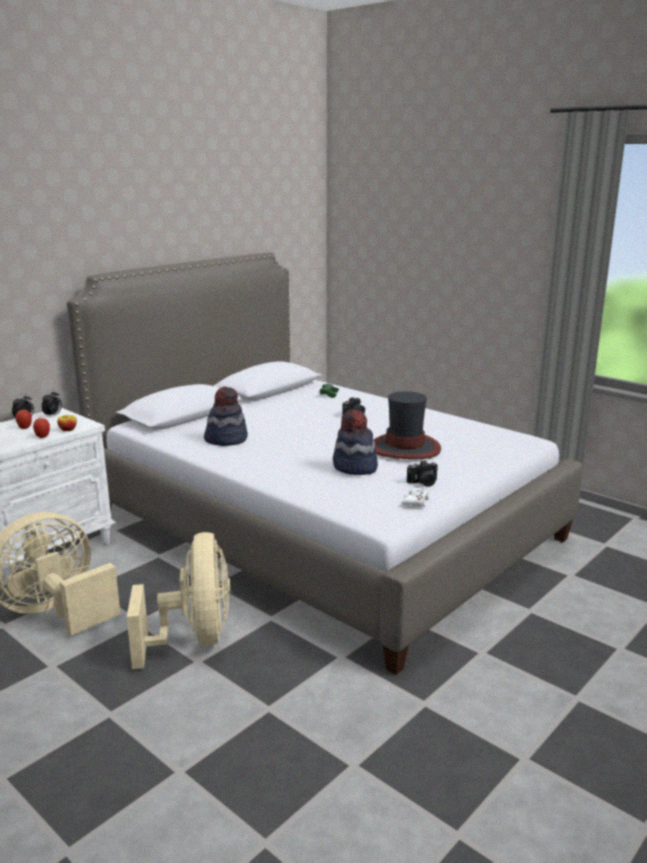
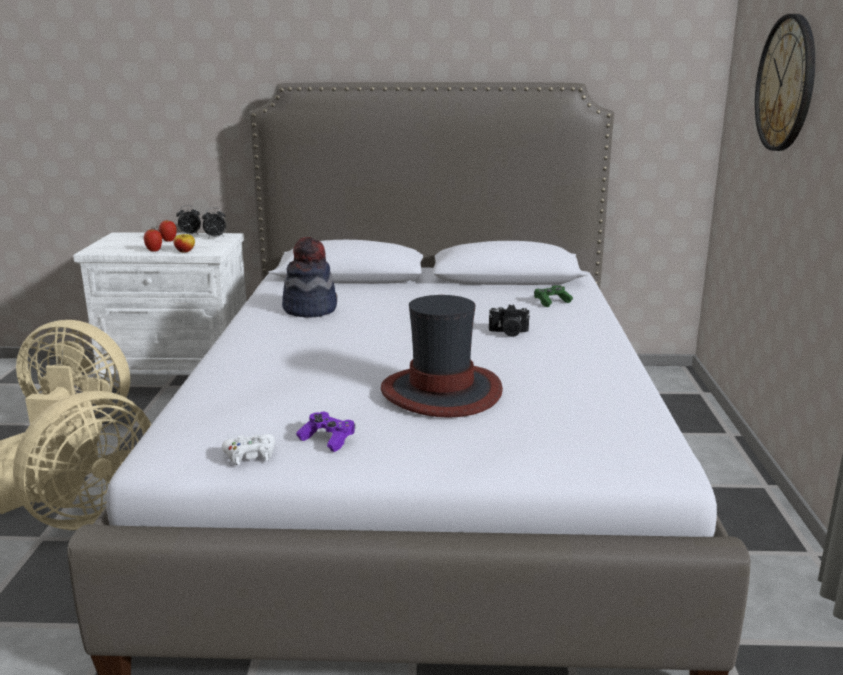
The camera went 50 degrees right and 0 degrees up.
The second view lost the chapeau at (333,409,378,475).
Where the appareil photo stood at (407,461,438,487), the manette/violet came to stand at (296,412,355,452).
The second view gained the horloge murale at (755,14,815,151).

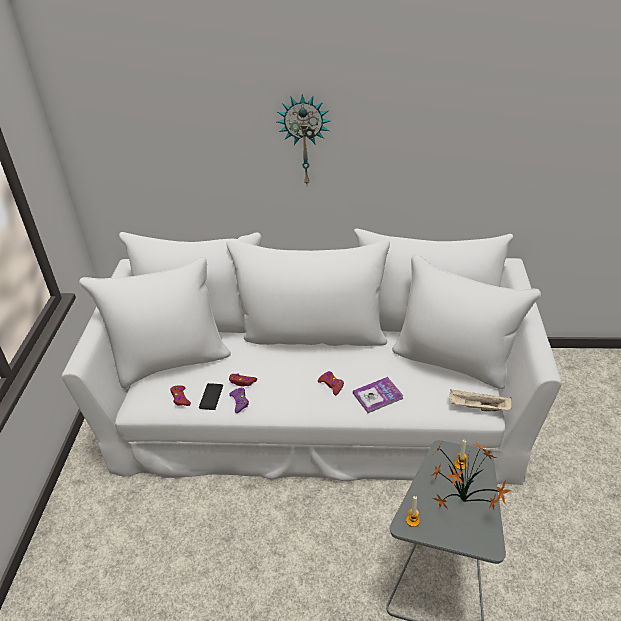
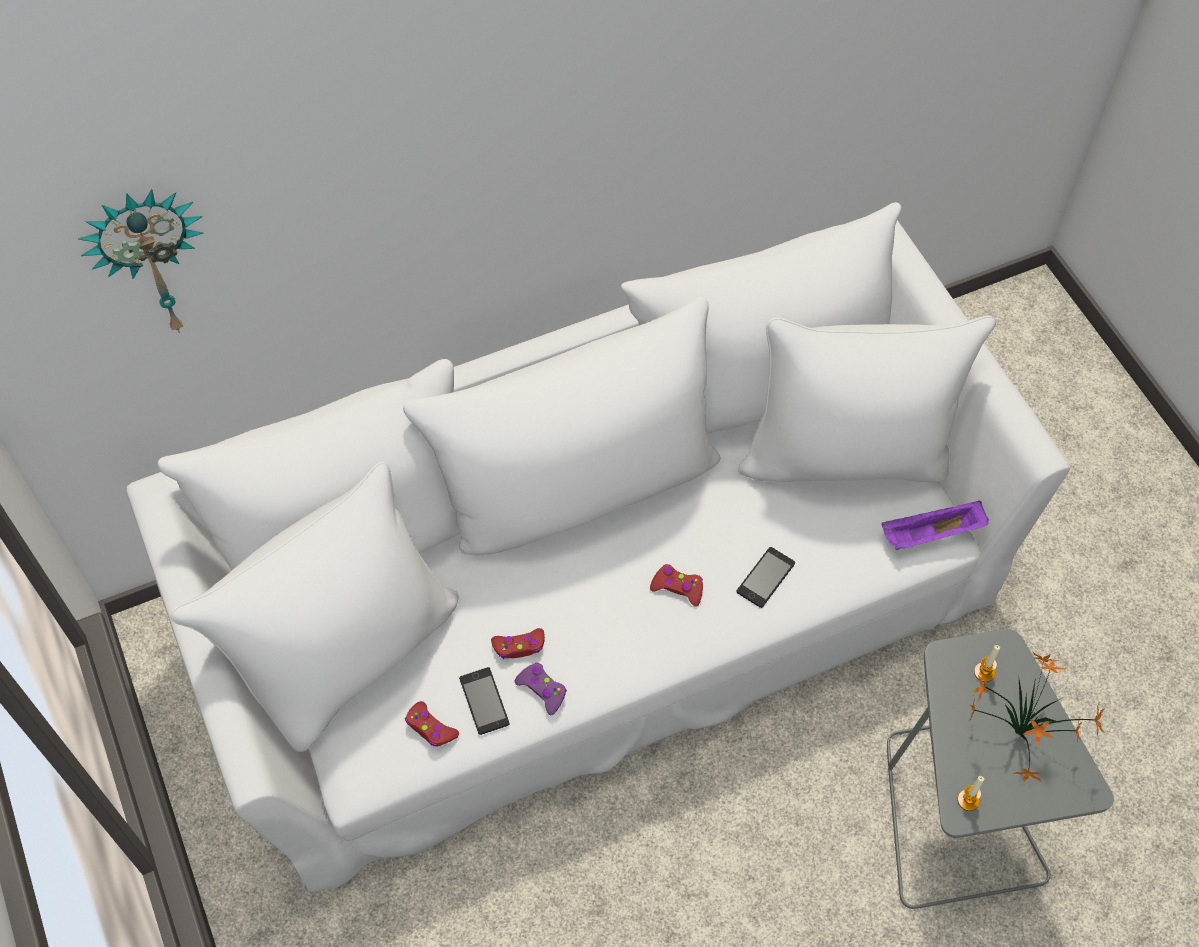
The camera went 30 degrees left and 20 degrees up.
The horloge murale ended up elsewhere, having gone from (277,94,330,184) to (78,189,203,333).
Where the livre stood at (353,377,403,413), the téléphone came to stand at (736,547,795,608).
What was the plateau/beige at (450,390,512,411) turned into the plateau/violet at (882,501,989,550).

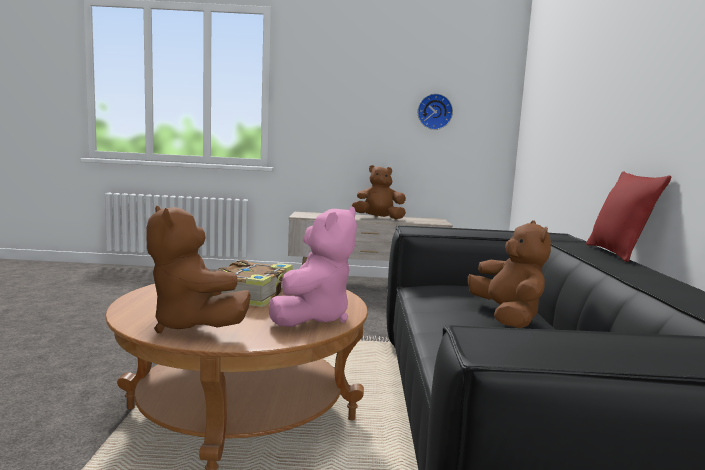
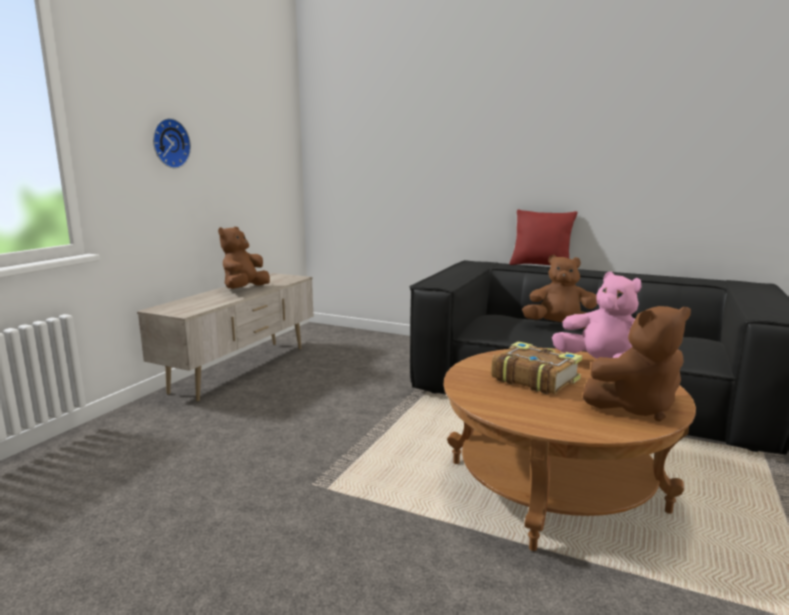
The camera went 65 degrees left and 5 degrees up.
The horloge murale ended up elsewhere, having gone from (418,93,453,130) to (153,118,191,168).

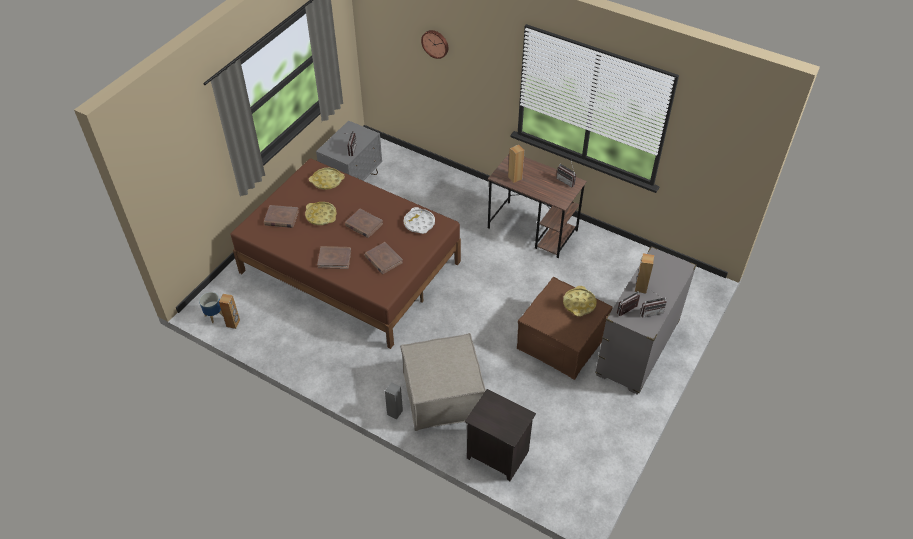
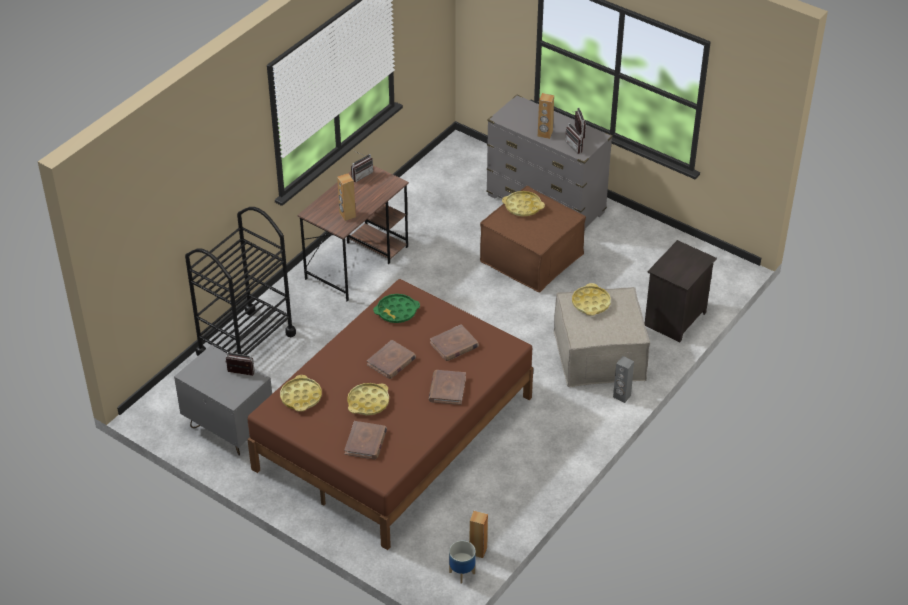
The camera went 85 degrees left and 5 degrees down.
What was the plateau/blanc at (404,207,435,234) turned into the plateau/vert at (373,294,420,323).
The second view lost the horloge murale at (421,30,448,59).
The second view gained the chariot/noir at (185,207,296,356).
The second view gained the plateau/jaune at (572,283,611,316).

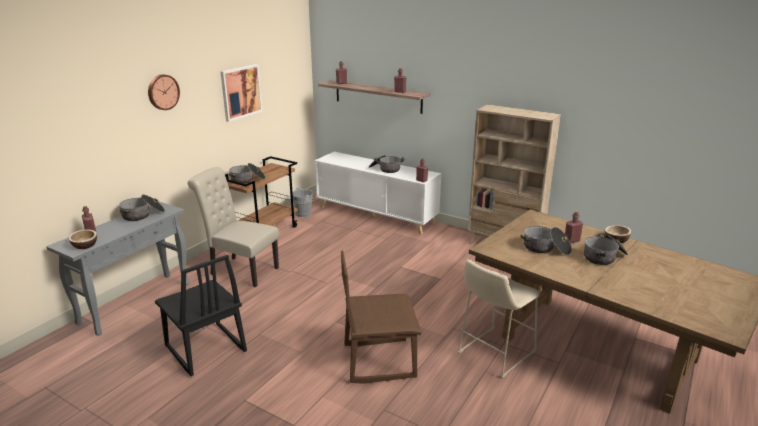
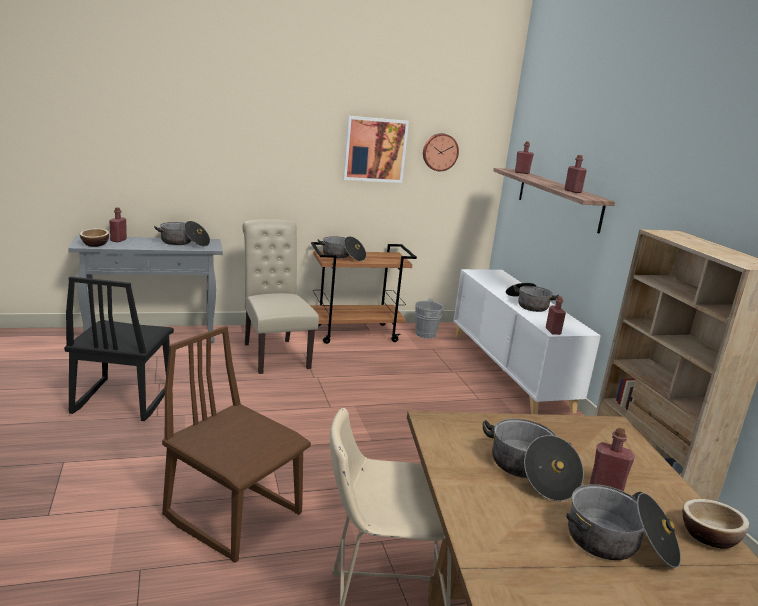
The camera went 40 degrees right and 5 degrees down.
The horloge murale ended up elsewhere, having gone from (148,74,180,110) to (423,133,459,171).

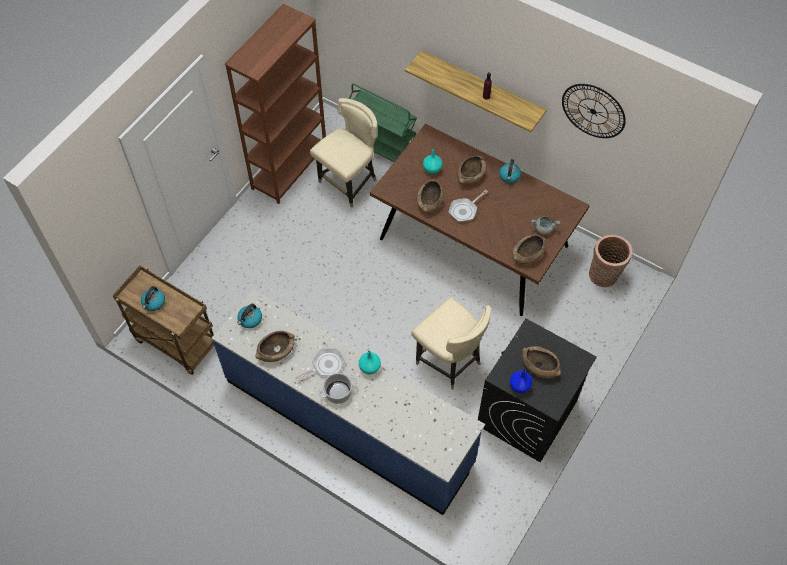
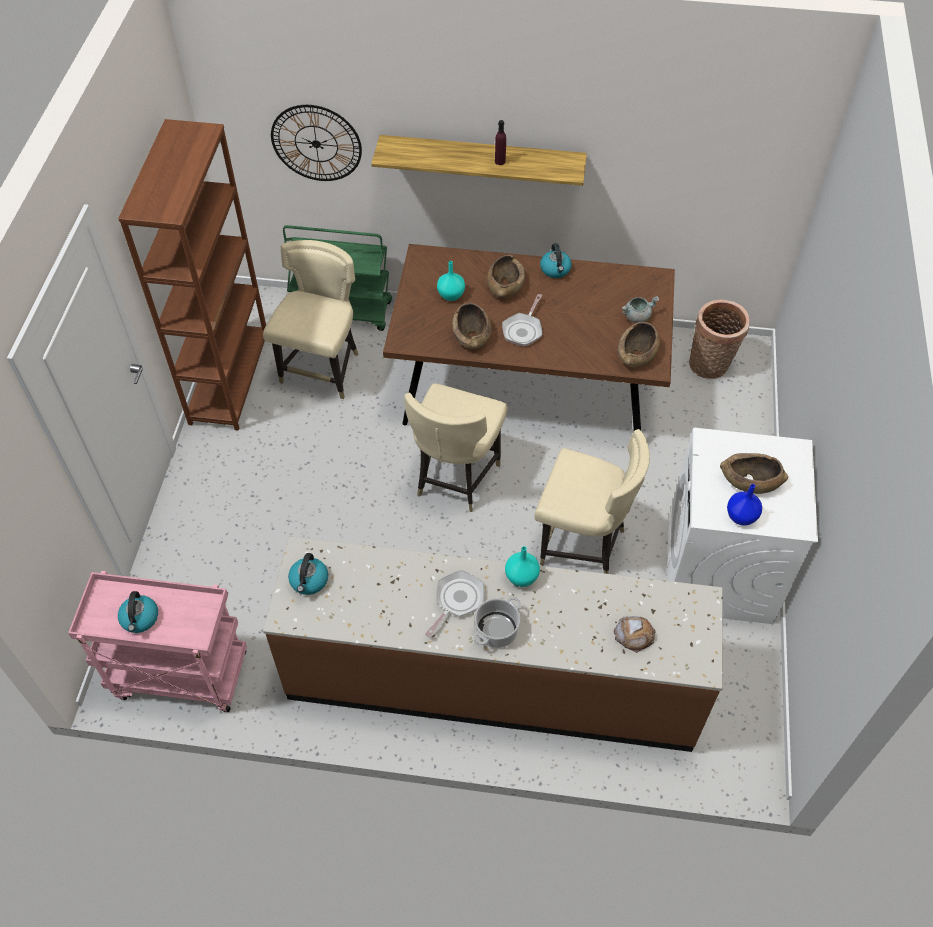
The camera went 25 degrees left and 5 degrees down.
What was the chariot/marron at (113,266,214,375) turned into the chariot/rose at (68,571,247,712).
What was the comptoir de cuisine/bleu at (212,289,485,515) turned into the comptoir de cuisine/marron at (263,536,723,752).
The second view lost the bol/marron at (255,331,295,362).
What was the lave-linge/noir at (478,319,597,463) turned into the lave-linge/blanc at (666,428,818,624).
The horloge murale ended up elsewhere, having gone from (562,84,626,138) to (271,105,362,181).
The second view gained the chaise/beige at (404,383,508,512).
The second view gained the pain at (614,616,656,653).

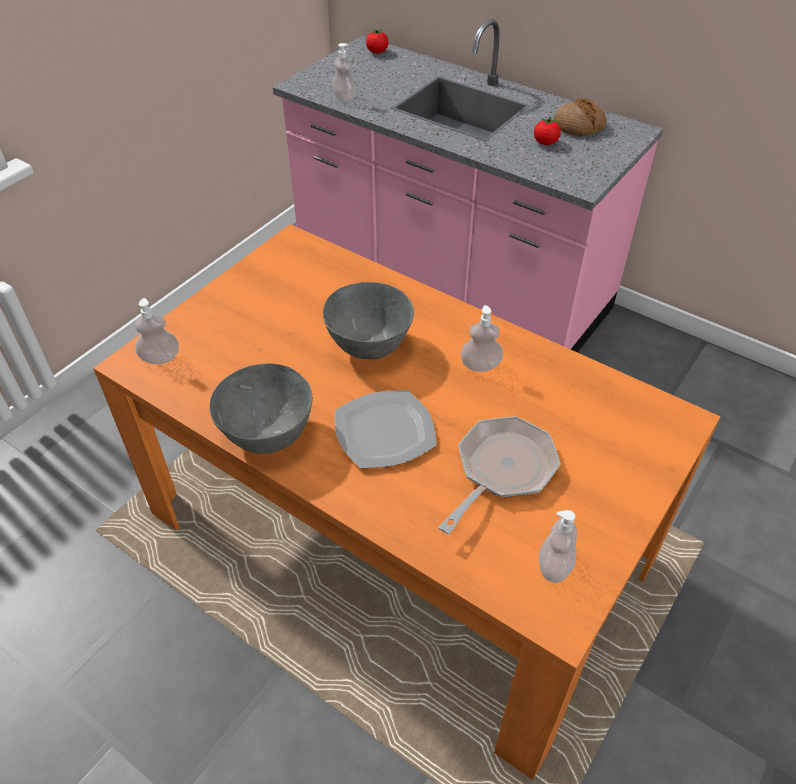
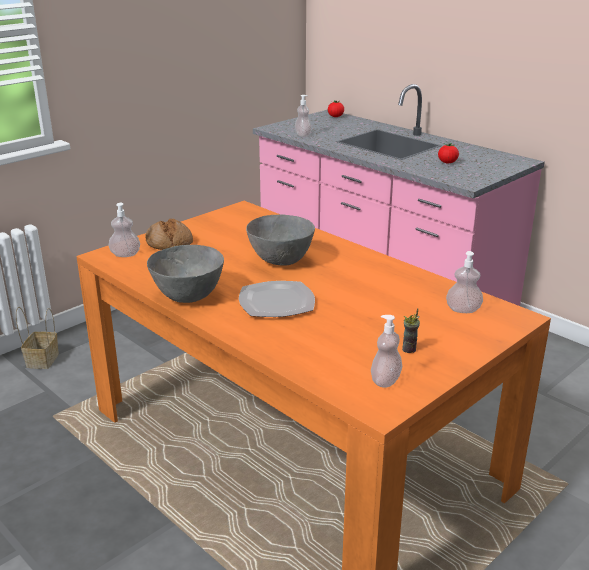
The camera went 10 degrees right and 20 degrees down.
The second view lost the poêle at (438,416,561,534).
The distributeur de savon ended up elsewhere, having gone from (461,305,503,372) to (446,251,483,313).
The pain ended up elsewhere, having gone from (554,98,607,136) to (145,219,193,250).
The second view gained the panier at (16,307,59,369).
The second view gained the tasse at (402,308,420,353).

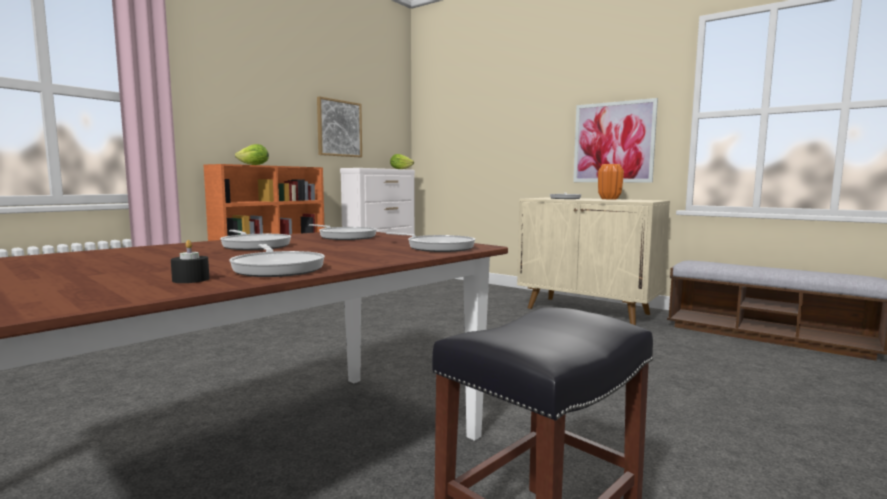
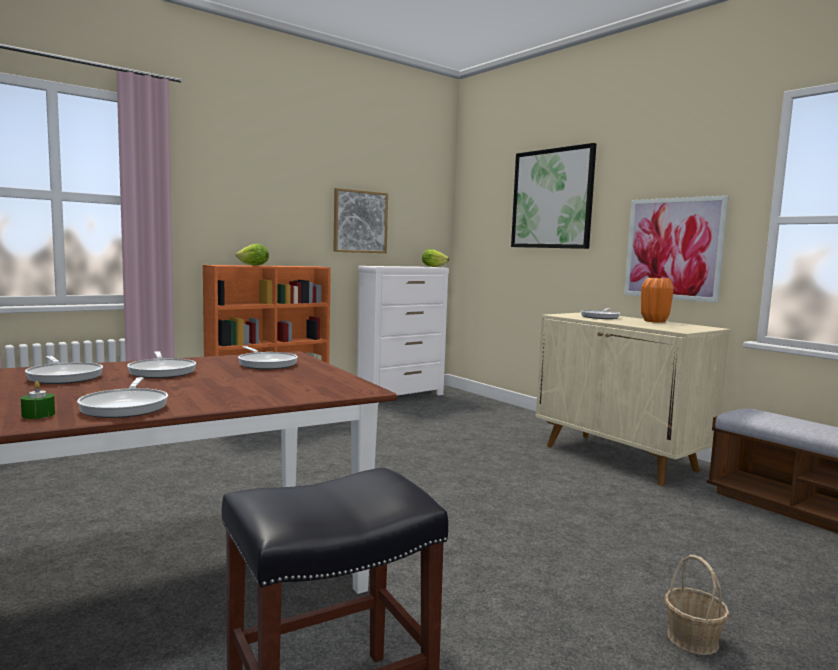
The camera went 15 degrees right and 0 degrees up.
What was the bougie/noir at (171,240,209,283) turned into the bougie/vert at (21,381,55,419).
The poêle ended up elsewhere, having gone from (386,232,475,252) to (25,356,103,384).
The second view gained the tableau at (511,143,596,249).
The second view gained the panier at (664,555,730,655).

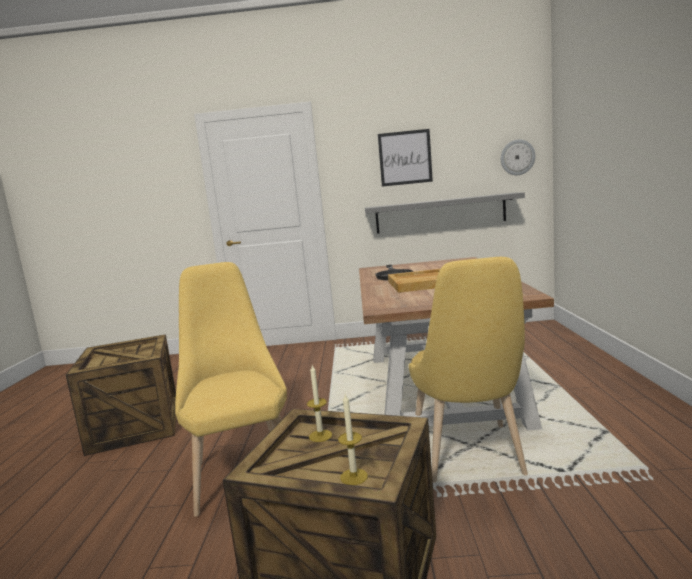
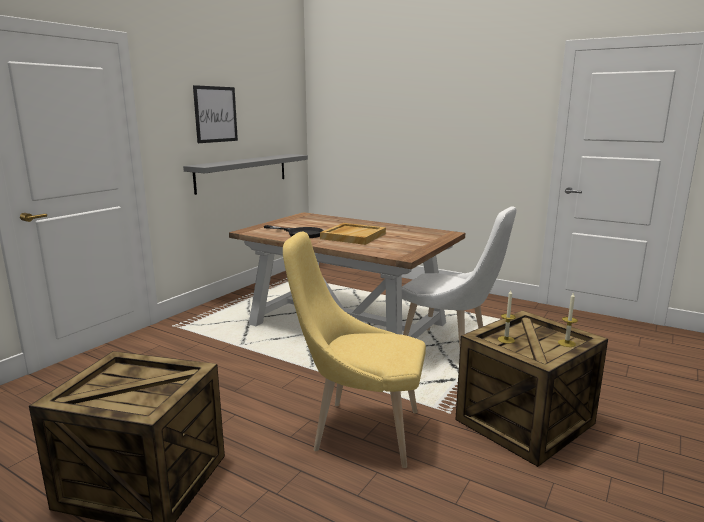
The camera went 60 degrees left and 5 degrees up.
What was the chaise/jaune at (409,257,528,483) turned into the chaise/blanc at (402,206,516,346).
The second view lost the horloge murale at (501,139,535,175).

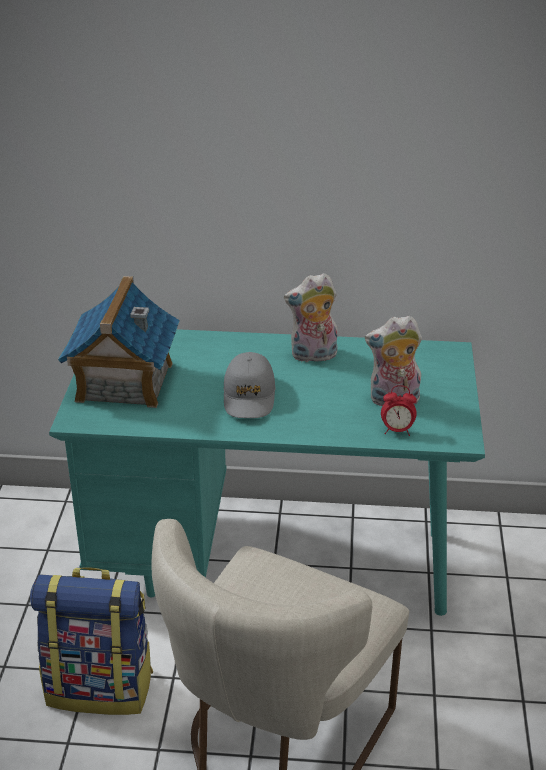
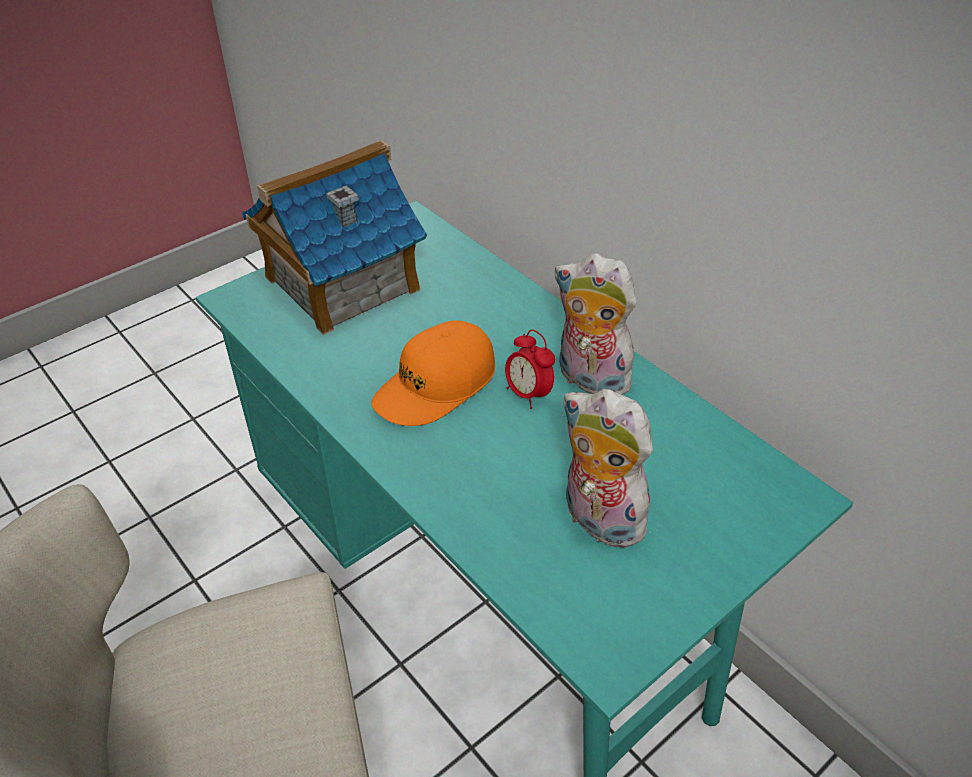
The camera went 45 degrees right and 10 degrees up.
The second view lost the sac à dos at (30,568,153,715).
What was the casquette/gris at (223,352,276,418) turned into the casquette/orange at (371,320,495,426).
The réveil ended up elsewhere, having gone from (381,385,417,436) to (505,330,555,409).

